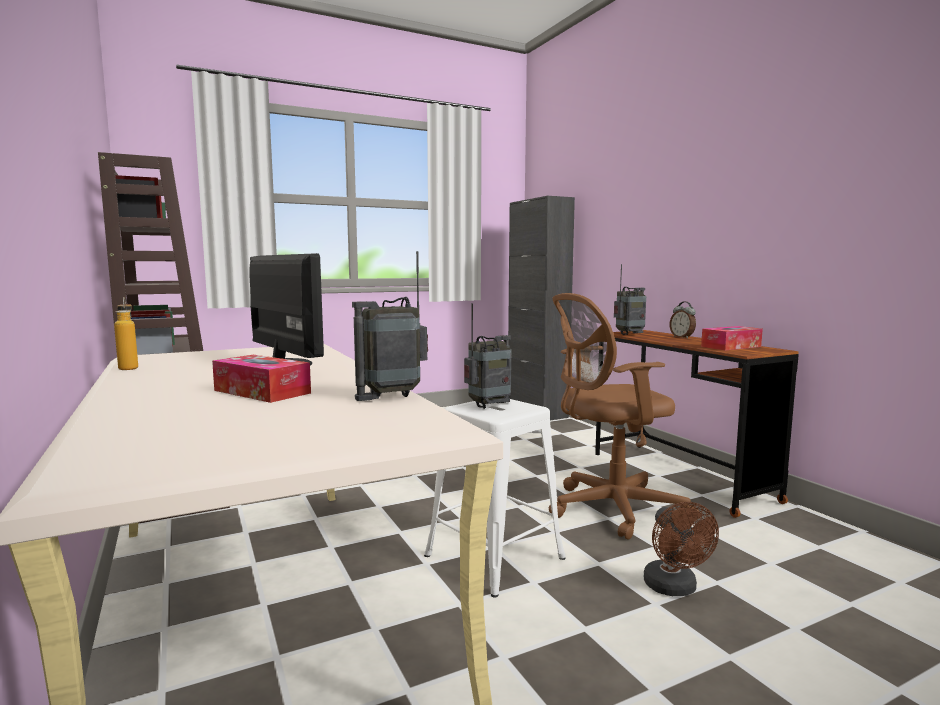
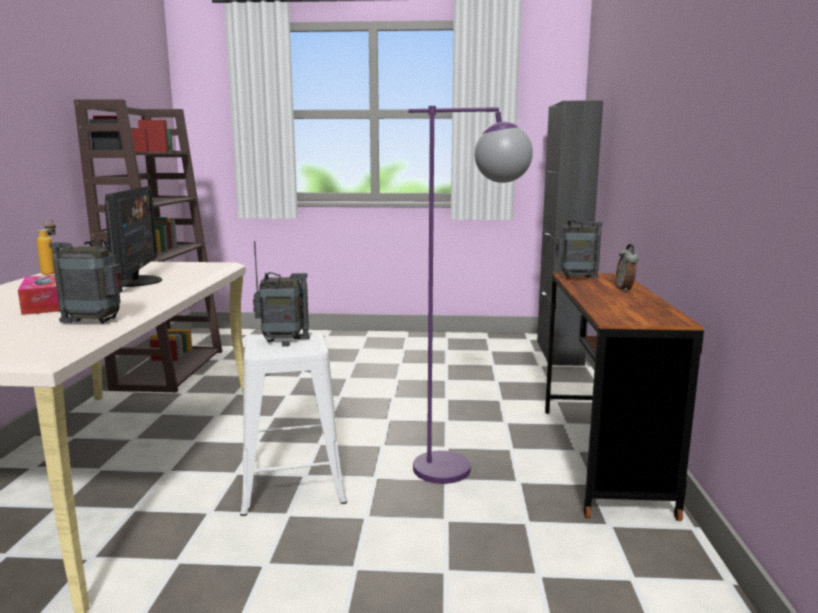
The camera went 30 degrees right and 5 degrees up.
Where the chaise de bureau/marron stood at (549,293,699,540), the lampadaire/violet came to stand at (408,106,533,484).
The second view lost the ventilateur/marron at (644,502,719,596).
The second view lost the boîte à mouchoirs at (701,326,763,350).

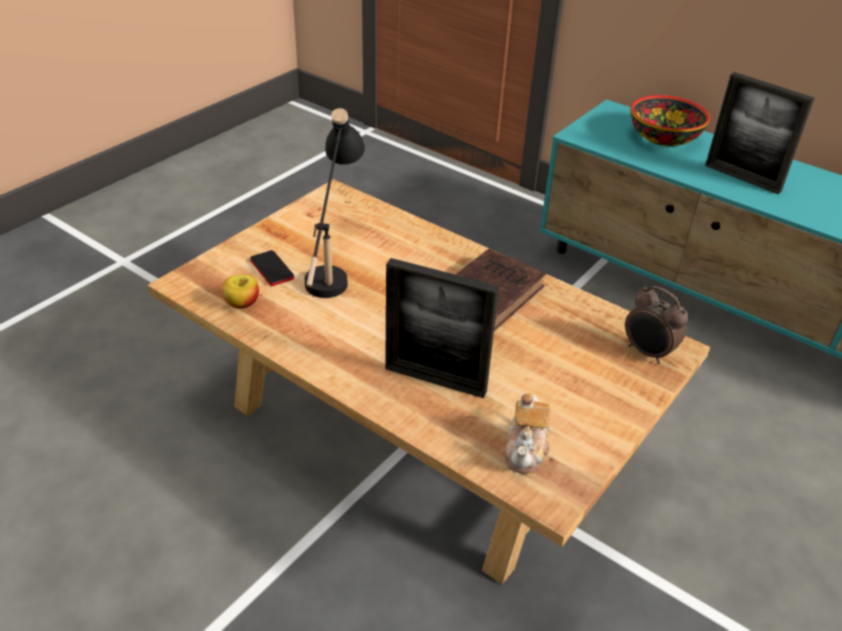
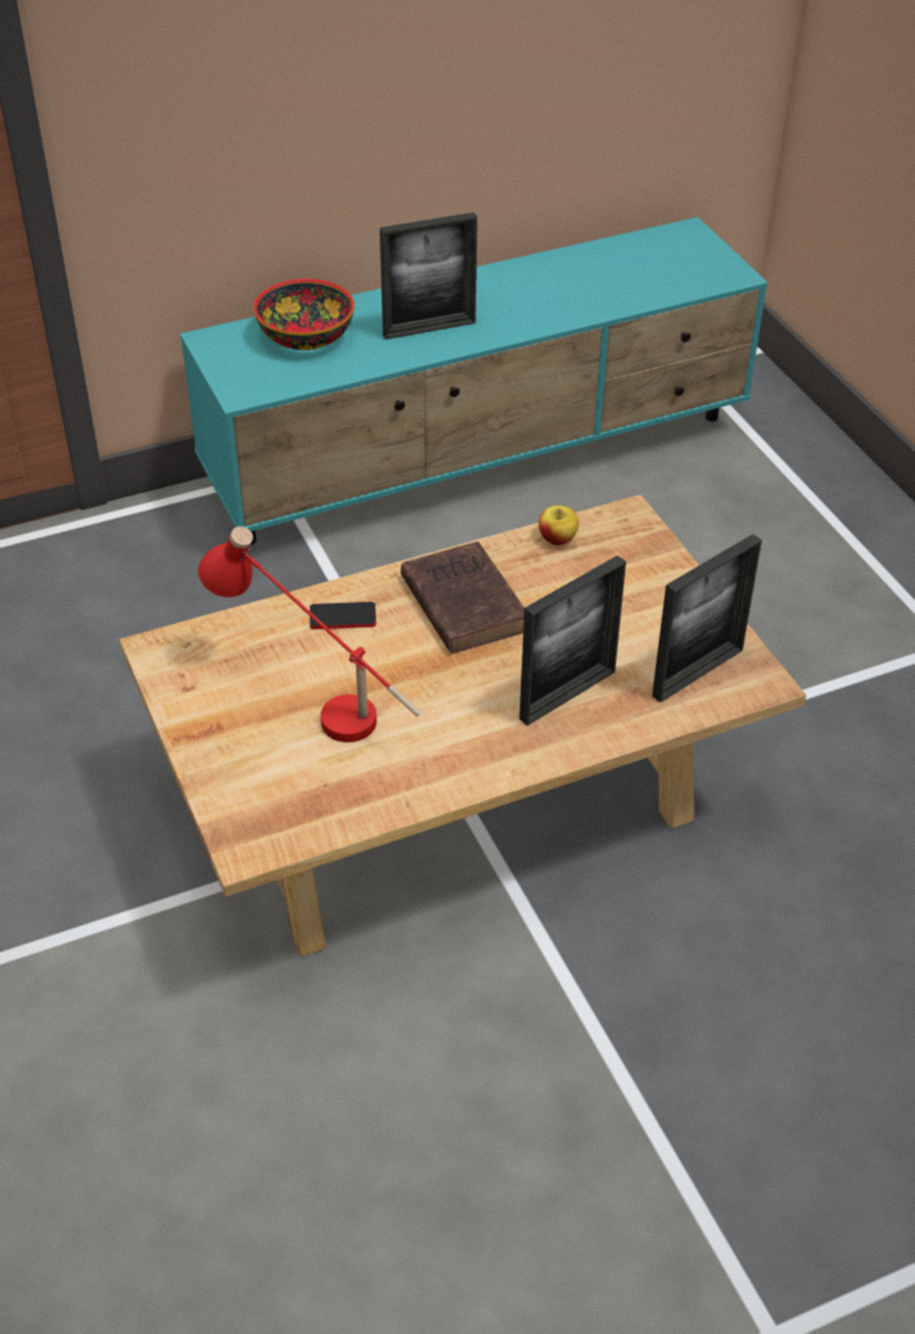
The camera went 60 degrees left and 5 degrees up.
The pomme ended up elsewhere, having gone from (222,275,259,308) to (539,505,579,545).
The téléphone ended up elsewhere, having gone from (250,250,294,286) to (310,602,376,629).
What was the lampe de table/noir at (305,108,365,298) turned into the lampe de table/rouge at (198,526,421,742).
Where the théière stood at (504,393,551,474), the cadre photo came to stand at (652,534,762,703).
The second view lost the réveil at (625,286,688,364).

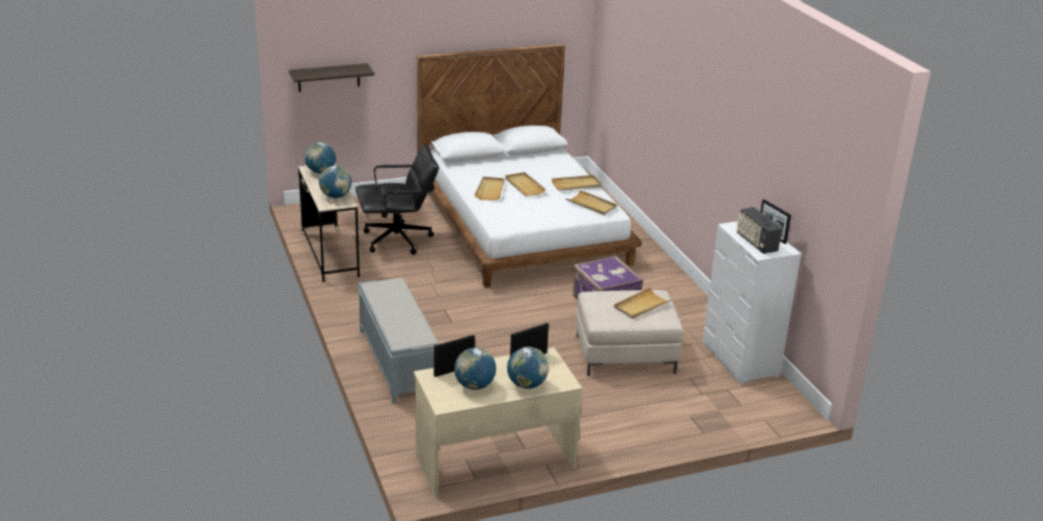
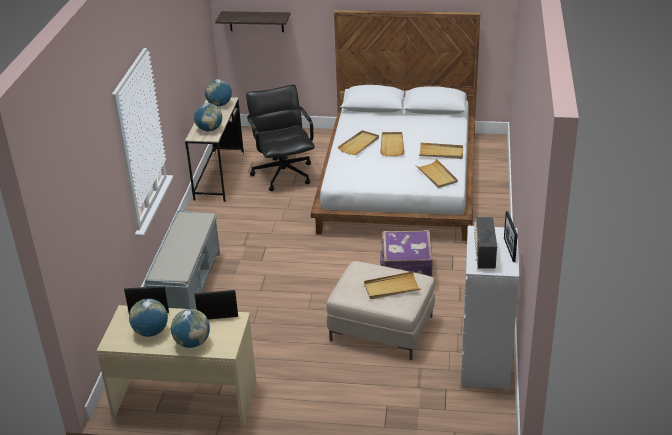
The camera went 30 degrees right and 5 degrees up.
The chaise de bureau/noir at (355,144,439,255) ended up facing another way, 120 degrees counterclockwise from before.

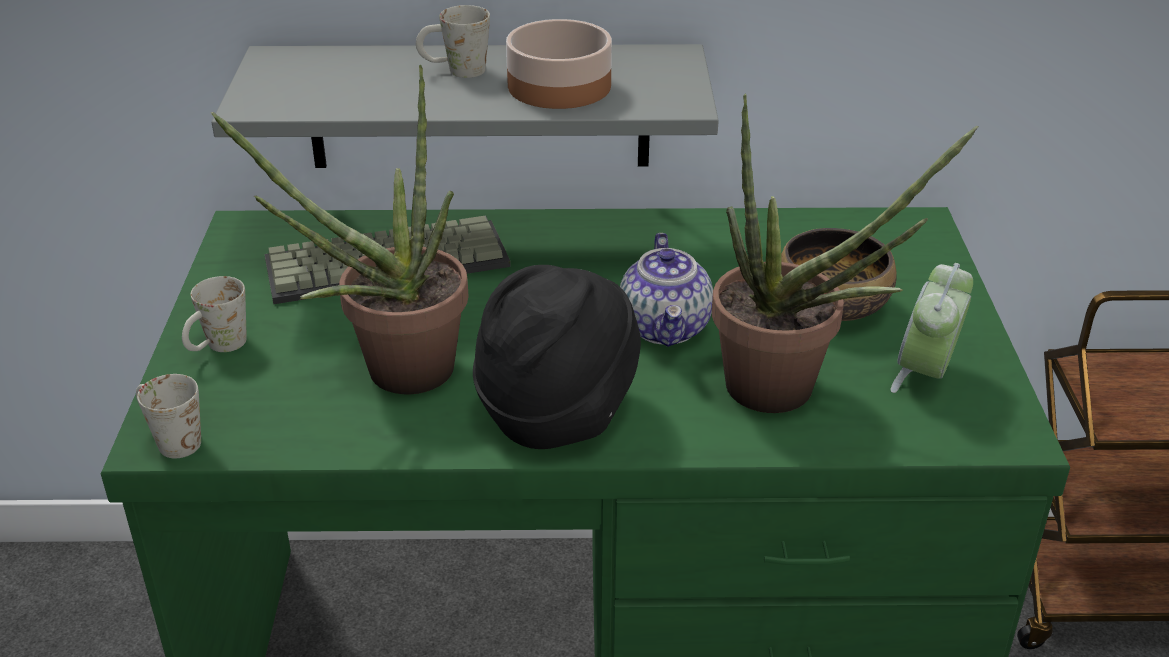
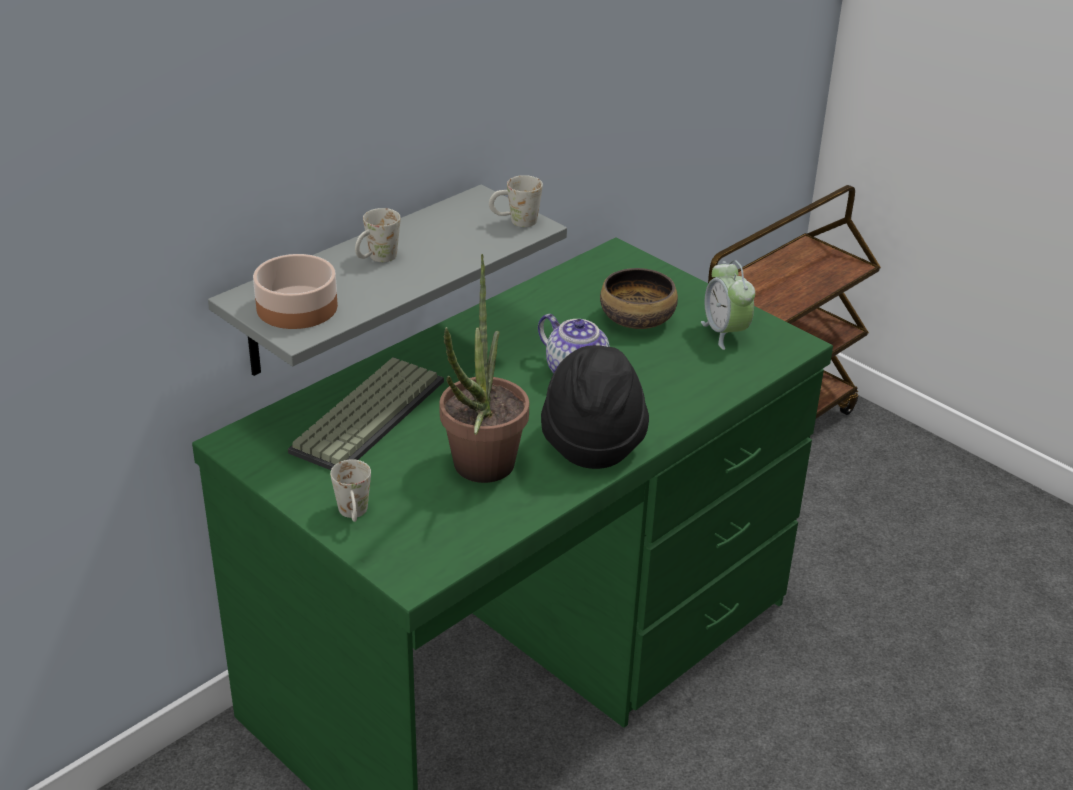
The camera went 45 degrees left and 0 degrees up.
The mug/blanc ended up elsewhere, having gone from (136,374,201,458) to (489,175,543,227).
The bol ended up elsewhere, having gone from (506,19,612,109) to (253,254,338,329).
The second view lost the plante en pot at (712,94,978,413).

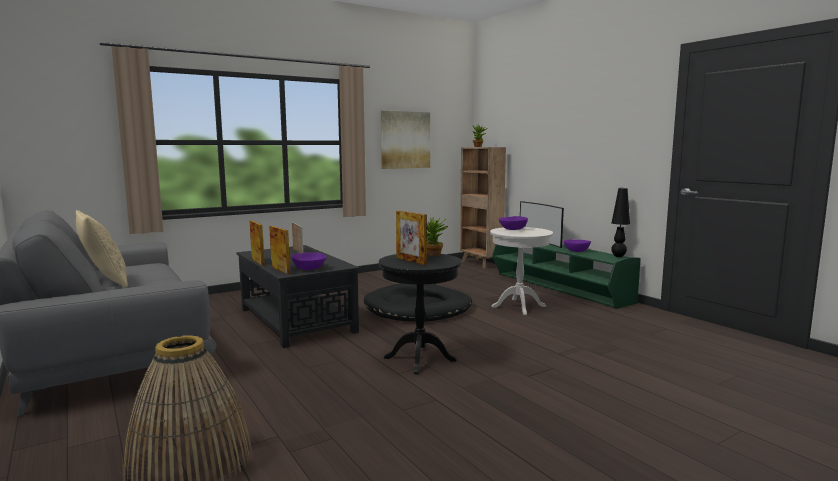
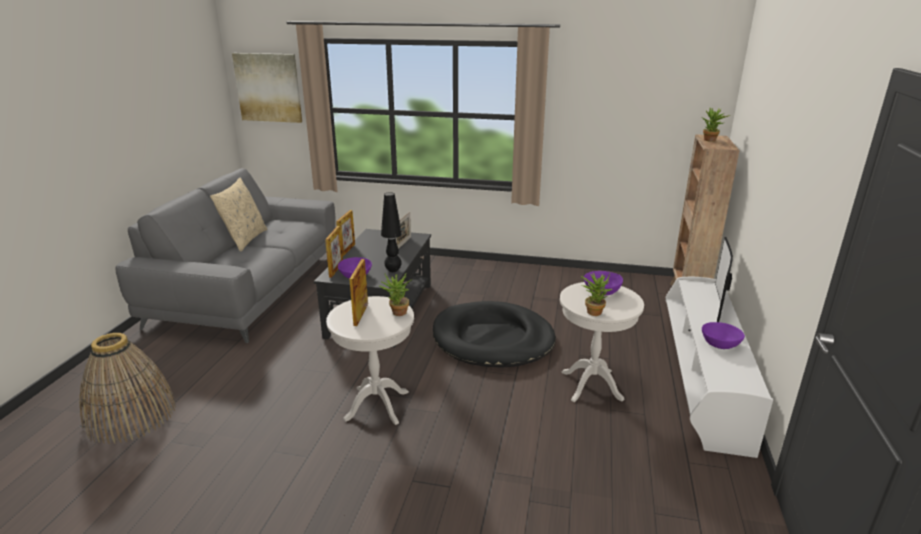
The camera went 45 degrees right and 15 degrees up.
What was the table d'appoint/noir at (379,254,461,374) turned into the table d'appoint/blanc at (326,296,414,425).
The tableau ended up elsewhere, having gone from (381,111,430,169) to (232,53,302,123).
What was the meuble télé/vert at (492,244,641,309) turned into the meuble télé/blanc at (665,277,773,458).
The lampe de table/noir ended up elsewhere, having gone from (611,188,630,257) to (381,192,402,272).
The second view gained the plante en pot at (581,273,612,316).

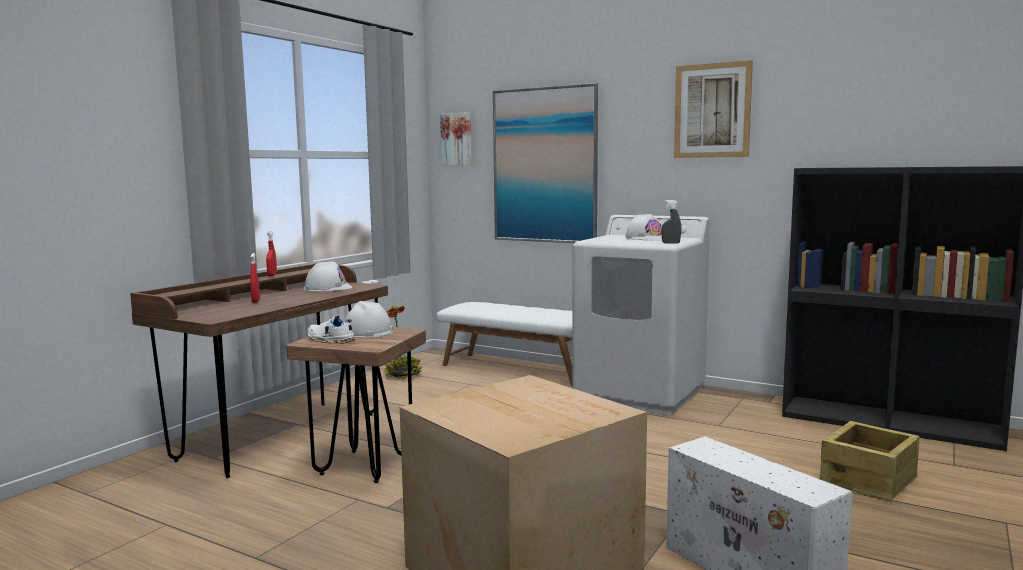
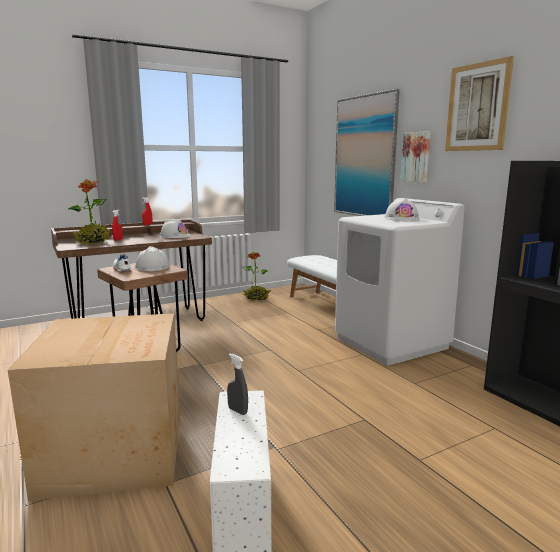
The camera went 30 degrees right and 5 degrees up.
The tableau ended up elsewhere, having gone from (440,112,472,165) to (400,131,431,182).
The vaporisateur/gris ended up elsewhere, having gone from (662,200,681,244) to (227,353,248,415).
The second view lost the caisse at (820,421,919,502).
The second view gained the plante en pot at (68,179,110,245).

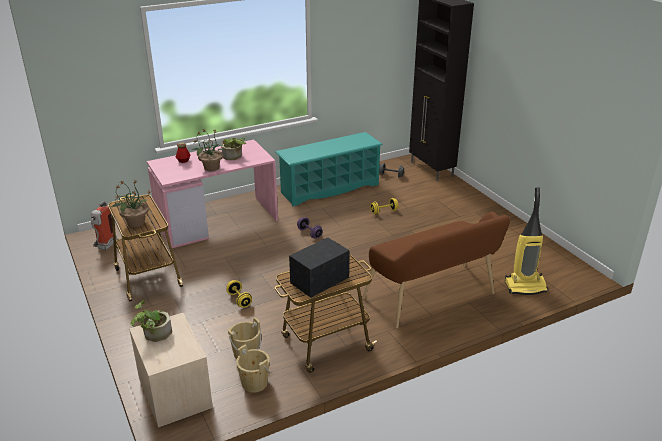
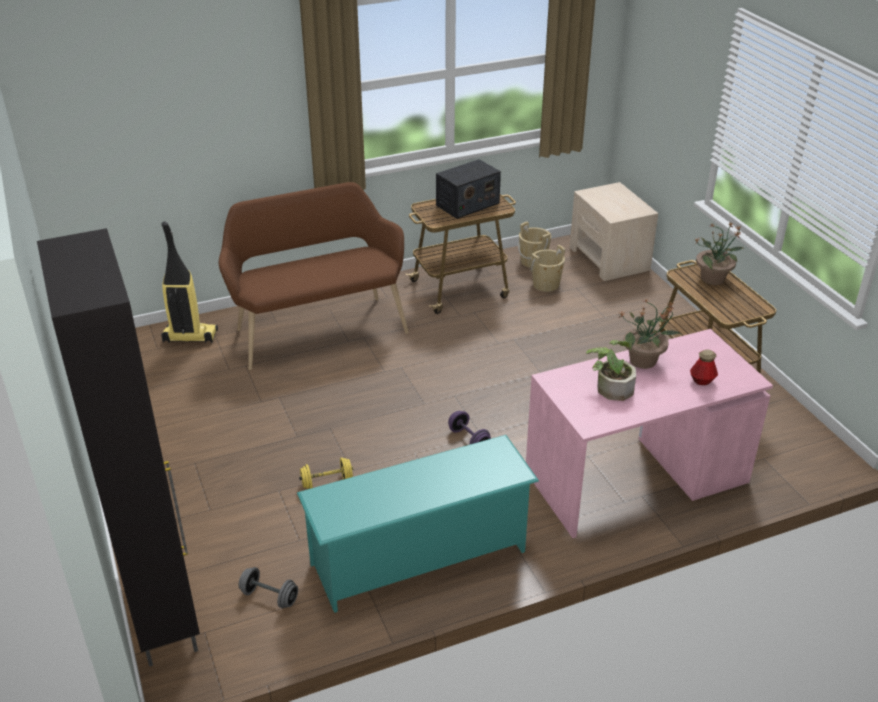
The camera went 175 degrees left and 5 degrees up.
The second view lost the extincteur at (91,201,117,250).
The second view lost the plante en pot at (130,300,172,342).
The second view lost the haltère/jaune at (226,280,252,308).

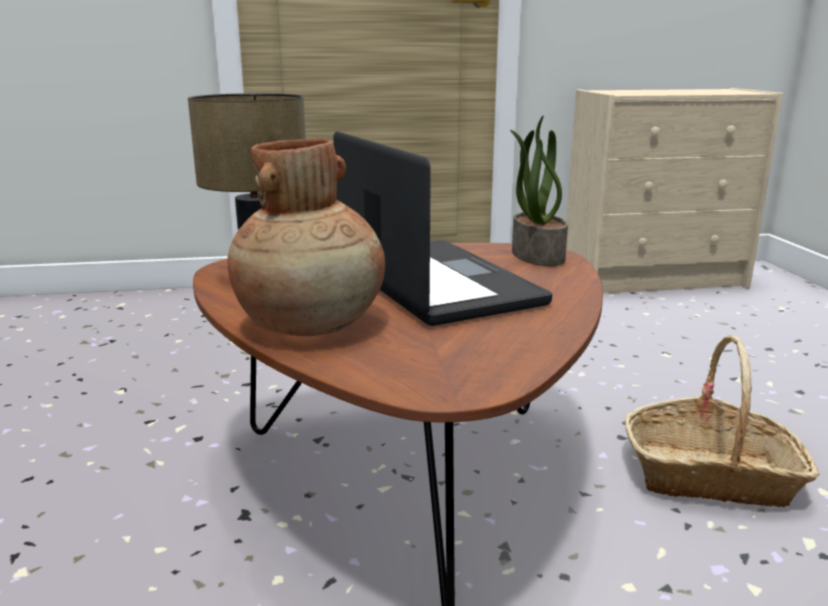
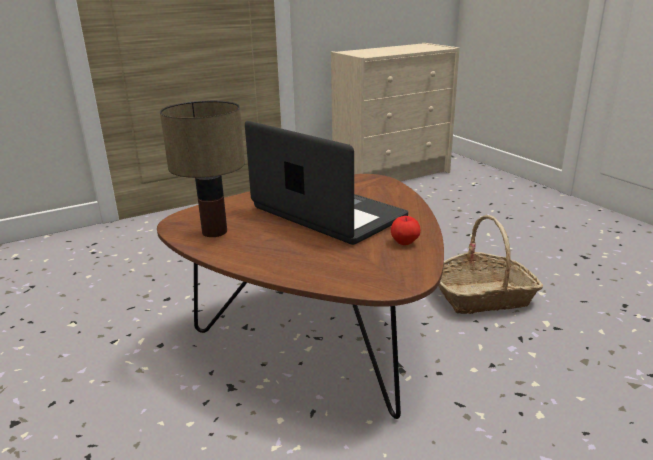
The camera went 20 degrees left and 5 degrees up.
The second view lost the vase/marron at (228,139,385,336).
The second view lost the plante en pot at (510,116,568,266).
The second view gained the pomme at (391,216,421,245).

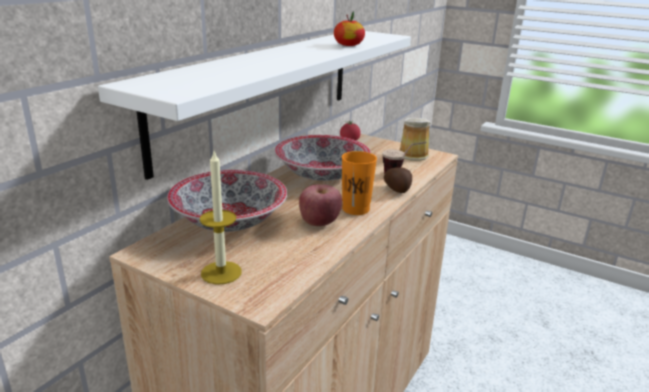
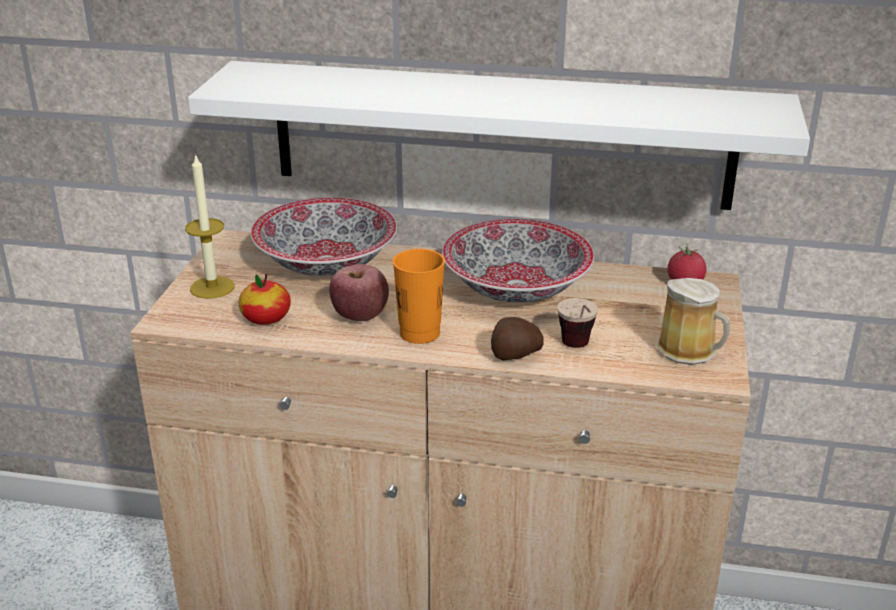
The camera went 70 degrees right and 5 degrees up.
The pomme ended up elsewhere, having gone from (334,11,365,46) to (239,274,291,325).

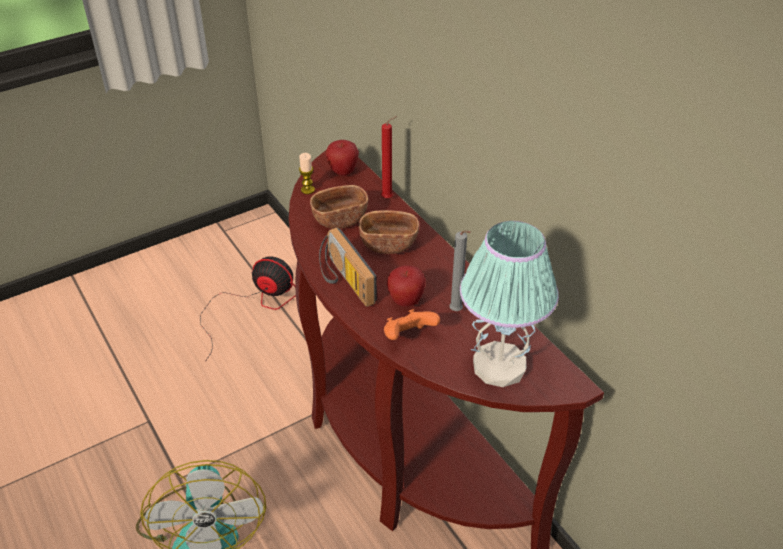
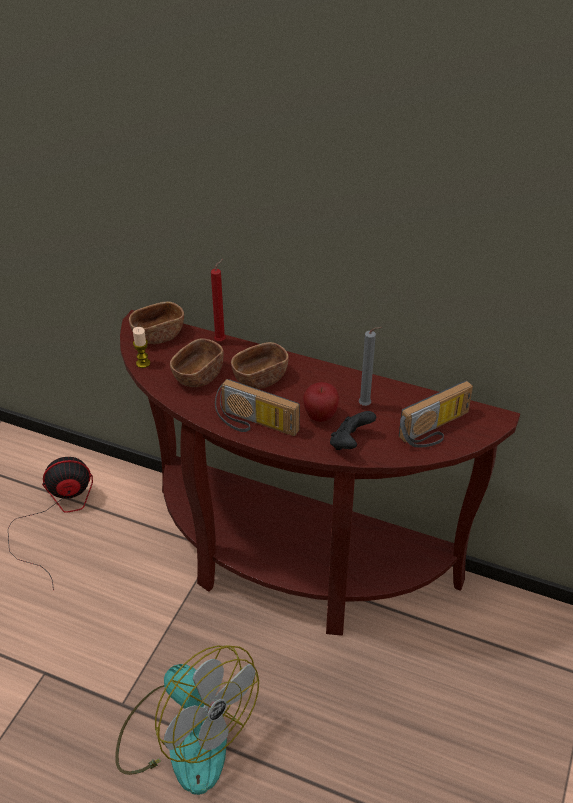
The camera went 35 degrees left and 0 degrees up.
Where the pomme stood at (326,140,359,176), the bol/marron came to stand at (129,302,184,344).
What was the manette/orange at (384,309,440,340) turned into the manette/noir at (330,411,376,450).
Where the lampe de table stood at (460,221,559,387), the radio came to stand at (399,381,473,448).

